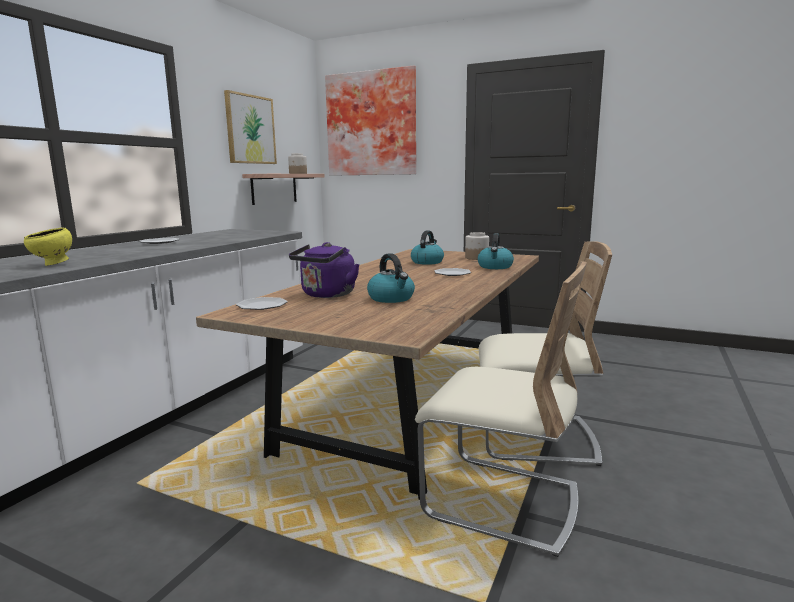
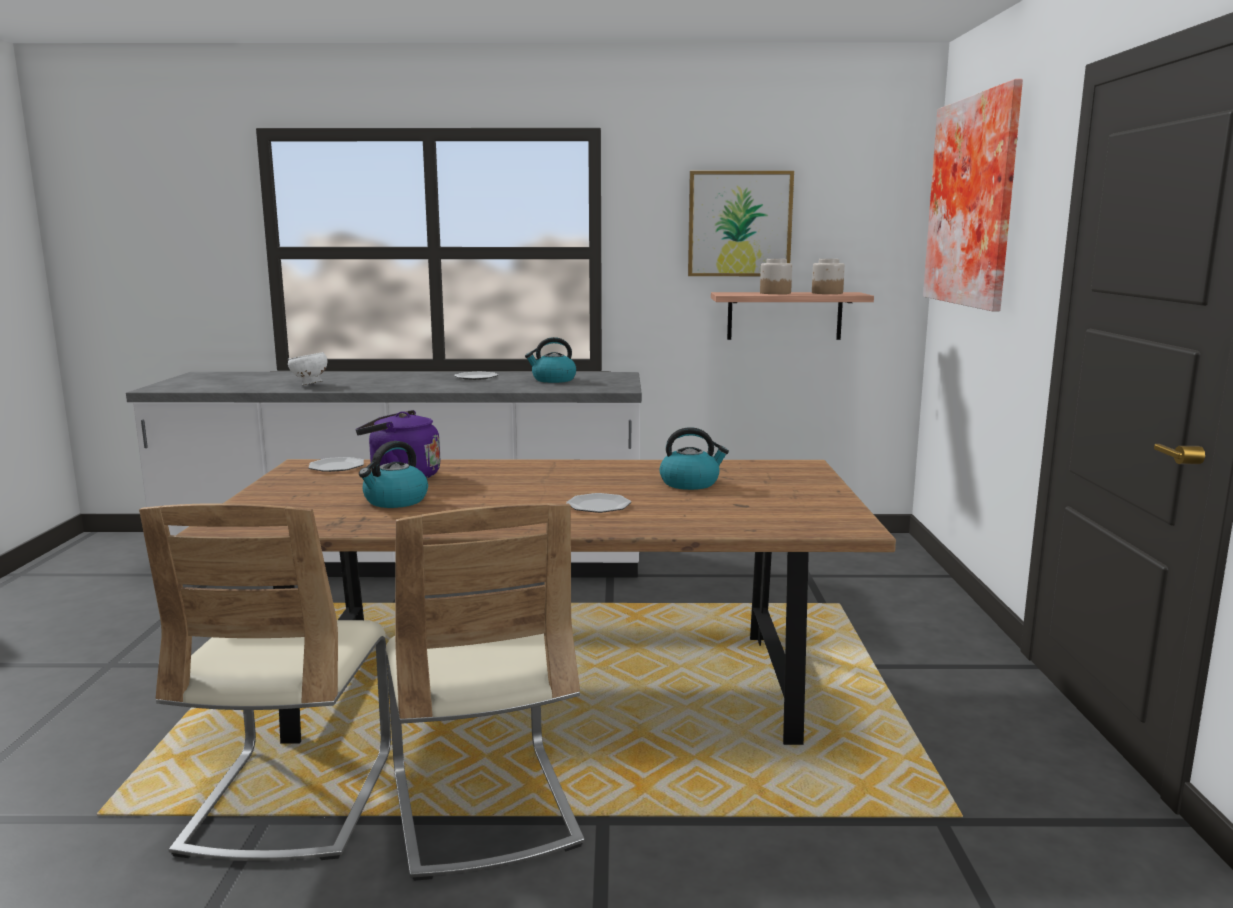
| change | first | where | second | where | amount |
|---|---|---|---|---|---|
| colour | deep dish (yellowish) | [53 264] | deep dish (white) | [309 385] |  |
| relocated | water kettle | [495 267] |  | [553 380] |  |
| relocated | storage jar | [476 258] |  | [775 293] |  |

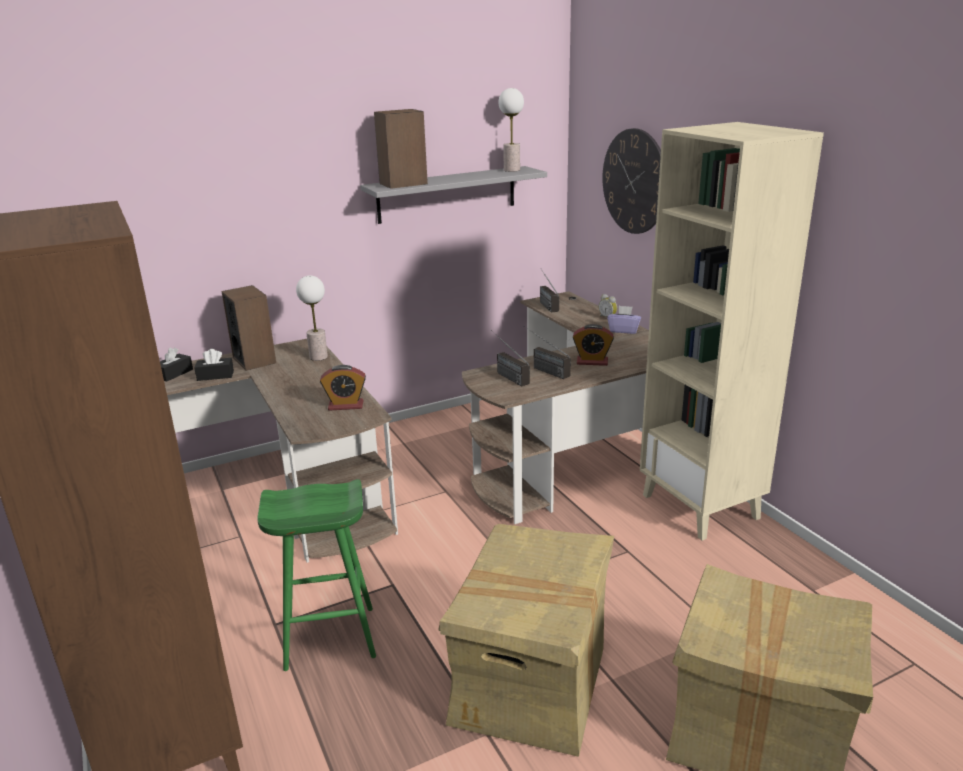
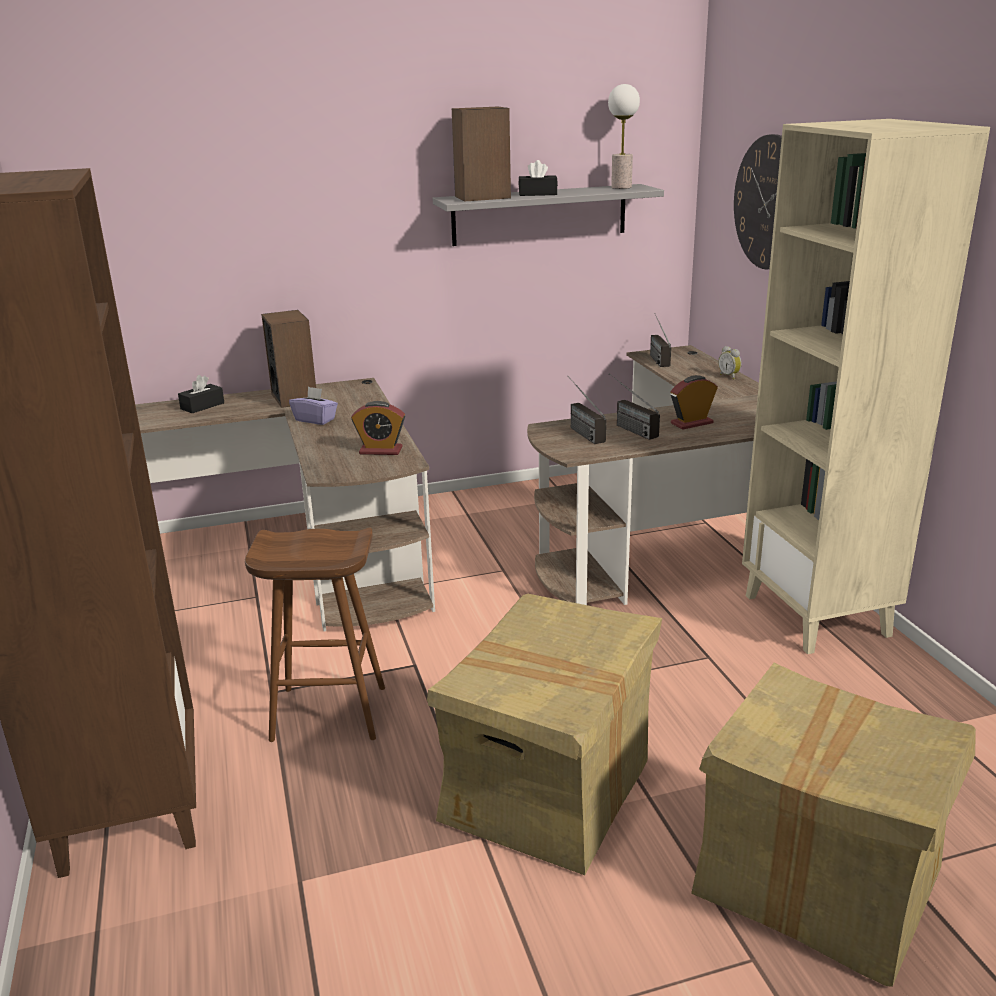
| change | first | where | second | where | amount |
|---|---|---|---|---|---|
| colour | sitting stool (green) | [328 639] | sitting stool (brownish) | [327 714] |  |
| relocated | box of tissues (purple) | [623 330] |  | [315 420] |  |
| relocated | box of tissues (blackish) | [215 375] |  | [537 194] |  |
| spun | alarm clock | [592 362] |  | [692 423] | 135 degrees clockwise |
| missing | tabletop lamp | [318 357] |  |  |  |

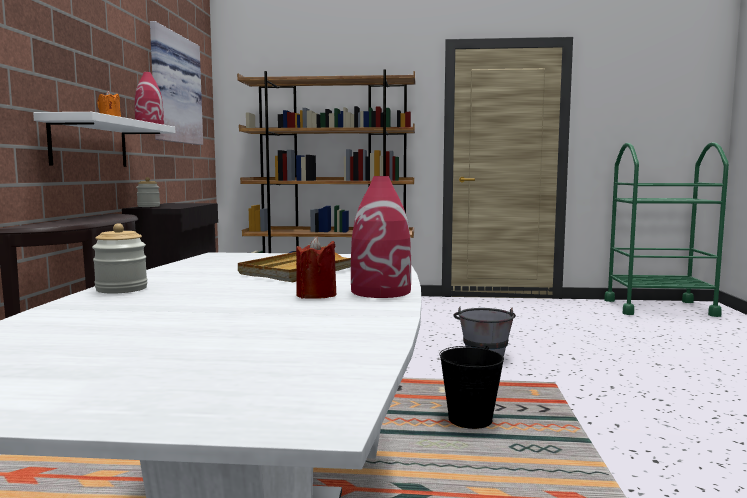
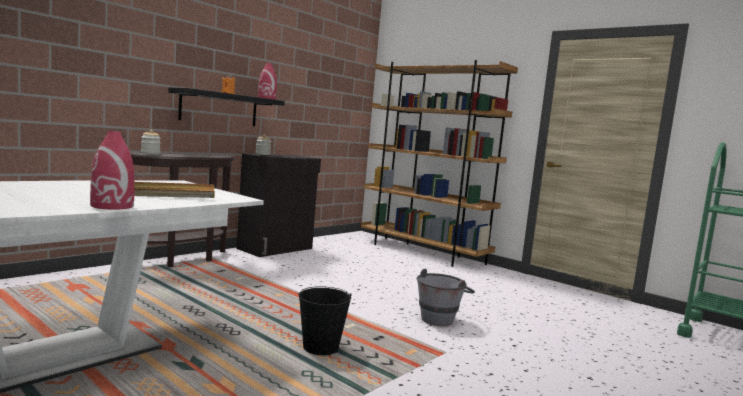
| change | first | where | second | where | amount |
|---|---|---|---|---|---|
| relocated | storage jar | [121 289] |  | [150 154] |  |
| colour | wall shelf (white) | [90 143] | wall shelf (blackish) | [219 108] |  |
| missing | wall art | [172 89] |  |  |  |
| missing | candle (reddish) | [316 295] |  |  |  |

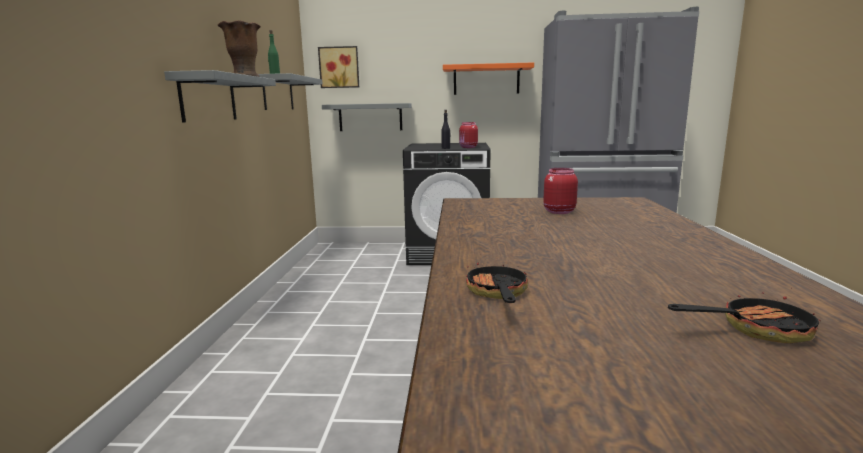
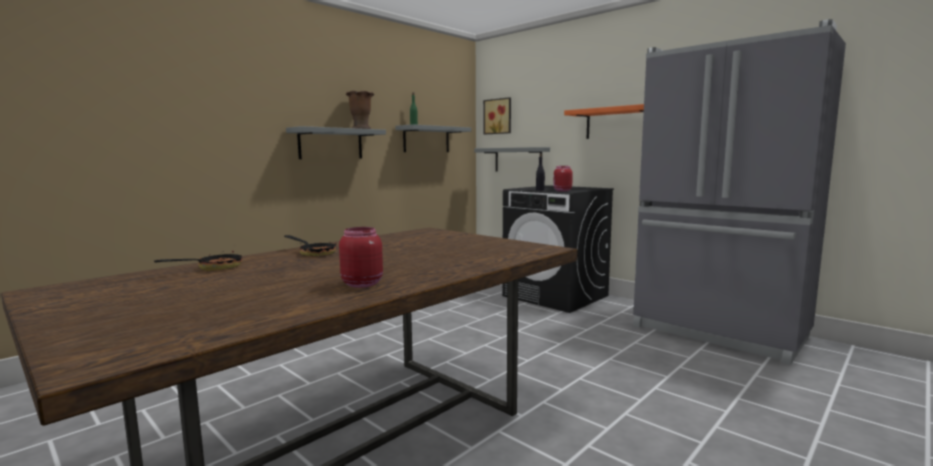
| change | first | where | second | where | amount |
|---|---|---|---|---|---|
| relocated | skillet | [754 329] |  | [314 253] |  |
| relocated | storage jar (reddish) | [558 211] |  | [362 283] |  |

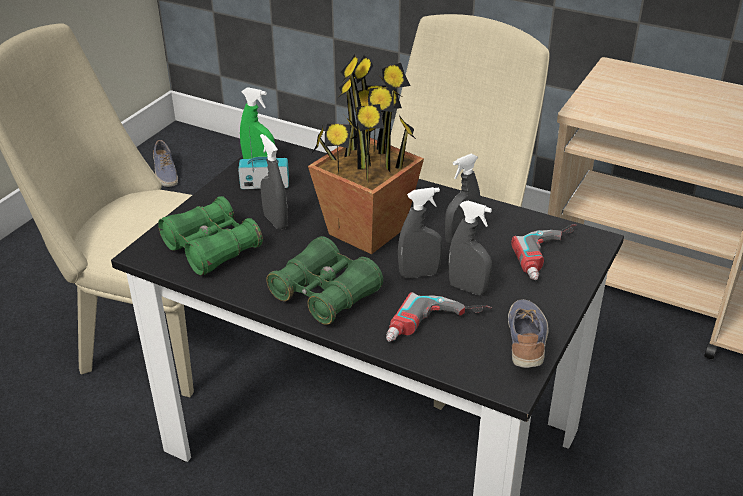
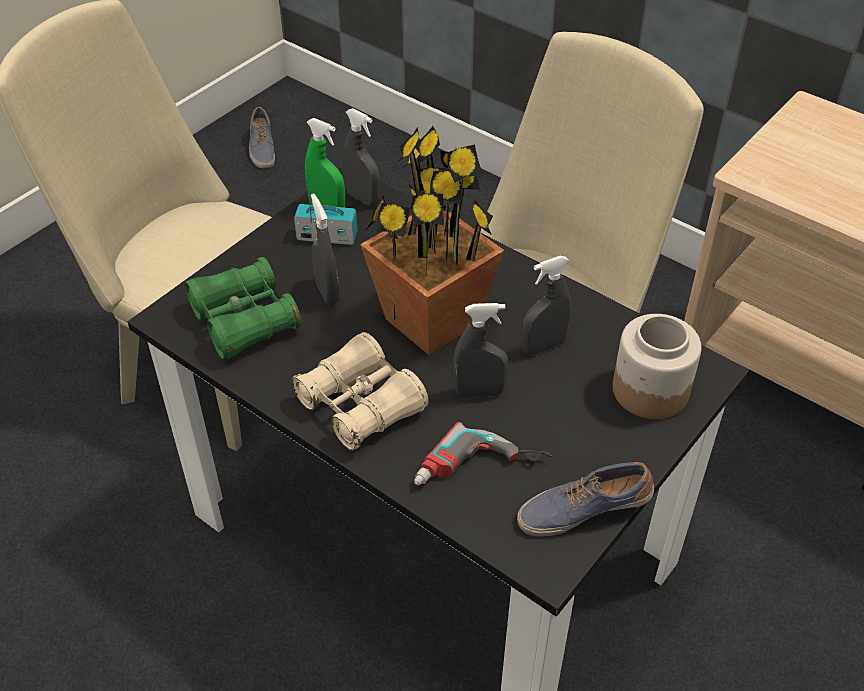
| change | first | where | second | where | amount |
|---|---|---|---|---|---|
| colour | pair of binoculars (green) | [325 294] | pair of binoculars (sand-coloured) | [360 405] |  |
| relocated | spray bottle (grey) | [468 288] |  | [362 198] |  |
| spun | shoe | [526 343] |  | [582 510] | 120 degrees counterclockwise |
| exchanged | electric drill | [552 257] | storage jar | [649 390] |  |

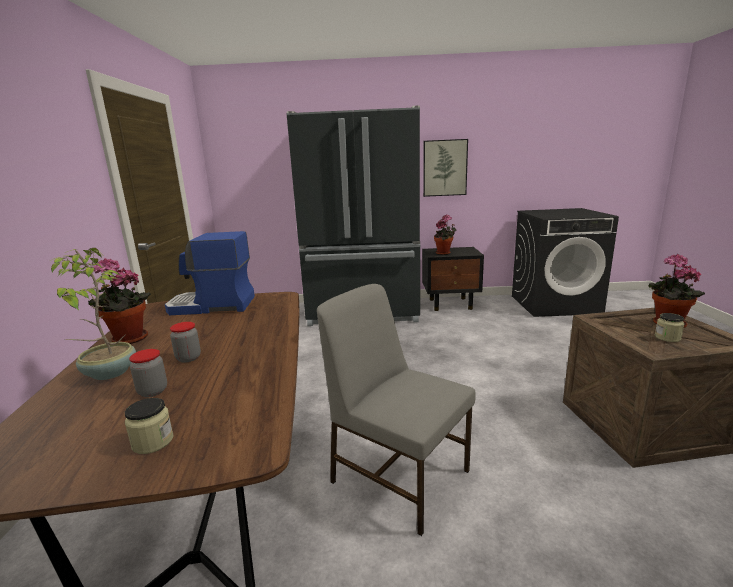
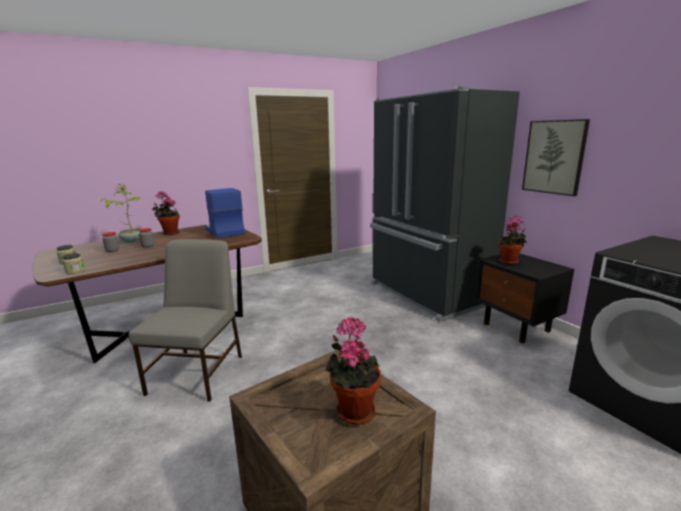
| change | first | where | second | where | amount |
|---|---|---|---|---|---|
| relocated | storage jar | [667 337] |  | [75 271] |  |

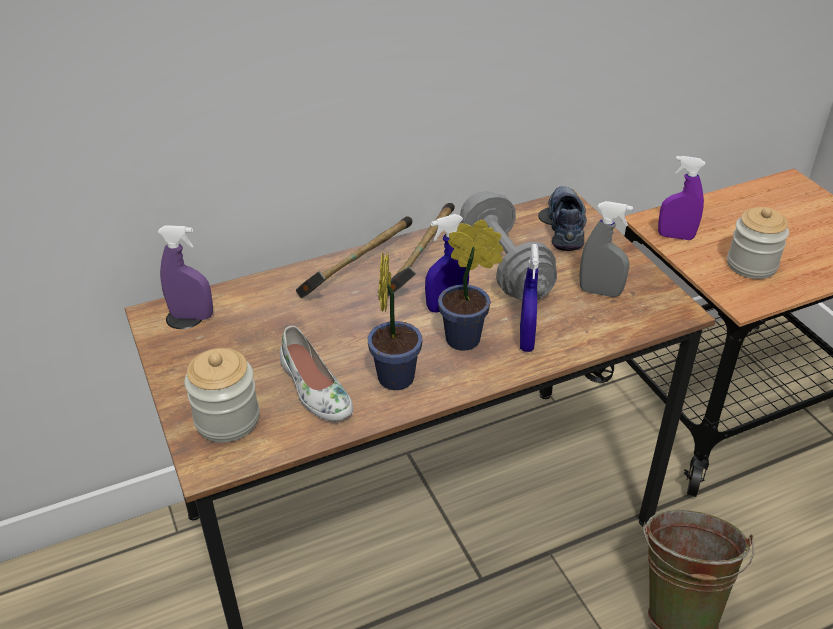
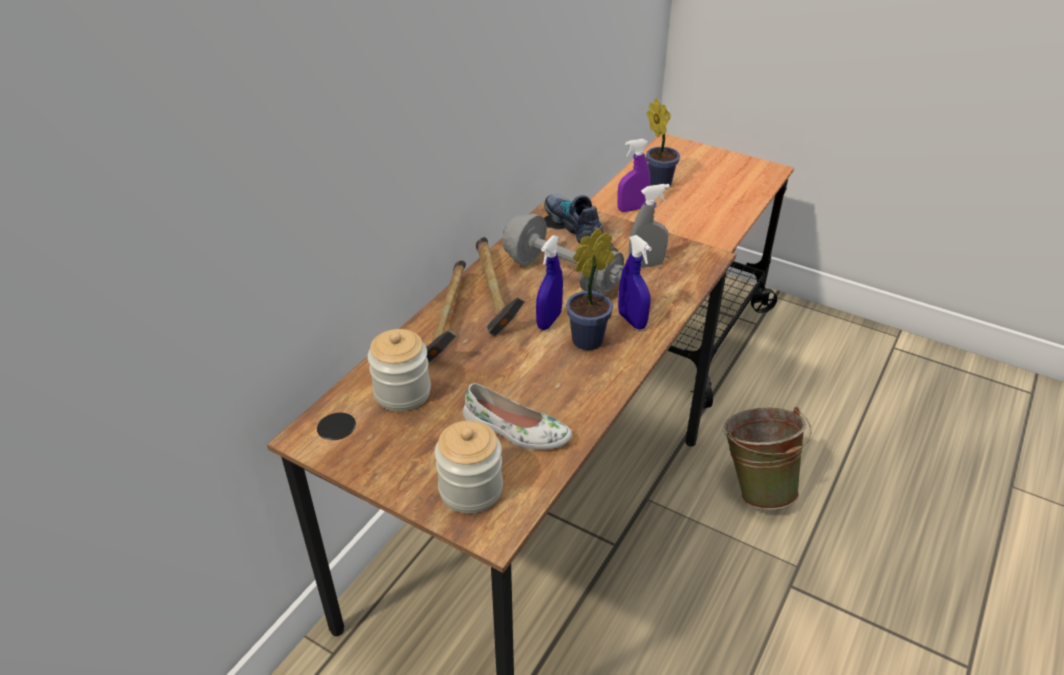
| change | first | where | second | where | amount |
|---|---|---|---|---|---|
| relocated | storage jar | [751 265] |  | [402 392] |  |
| relocated | potted plant | [396 374] |  | [658 182] |  |
| missing | spray bottle (purple) | [192 316] |  |  |  |

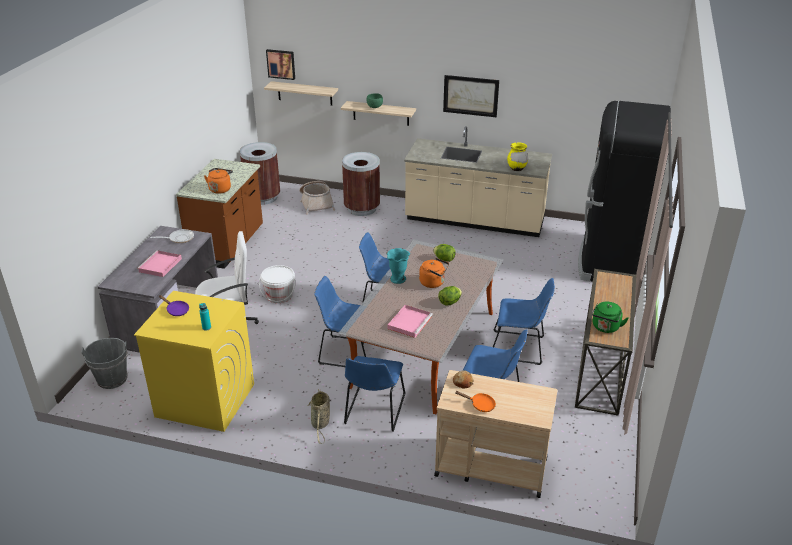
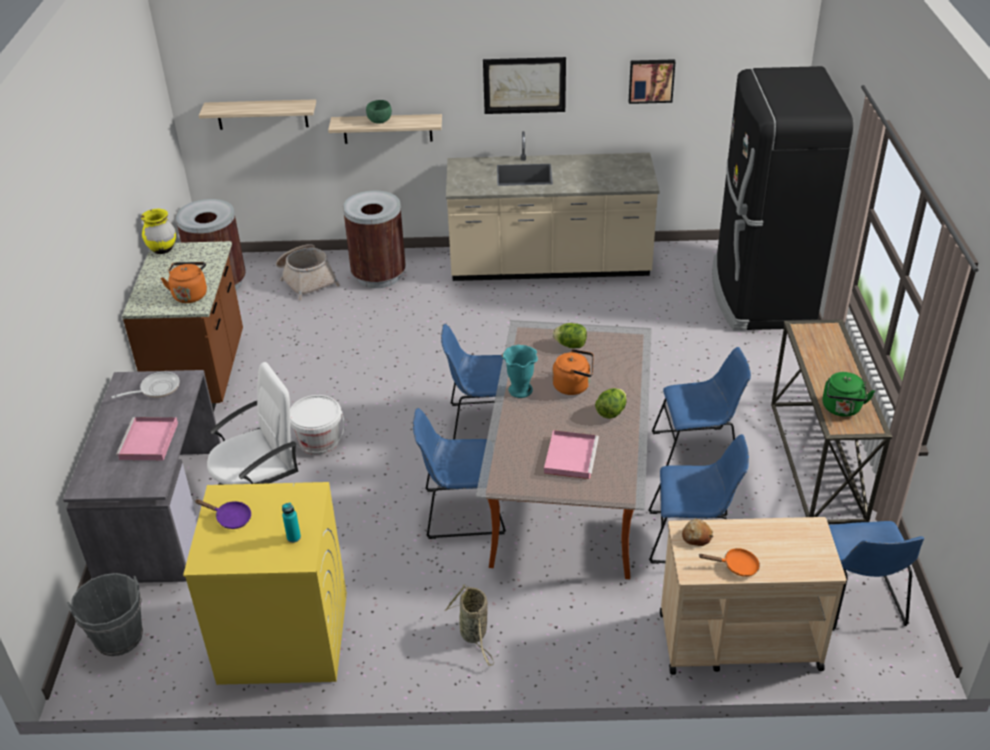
| change | first | where | second | where | amount |
|---|---|---|---|---|---|
| relocated | vase (yellowish) | [516 169] |  | [162 249] |  |
| relocated | wall art | [281 64] |  | [651 80] |  |
| relocated | chair (bluish) | [374 411] |  | [857 600] |  |

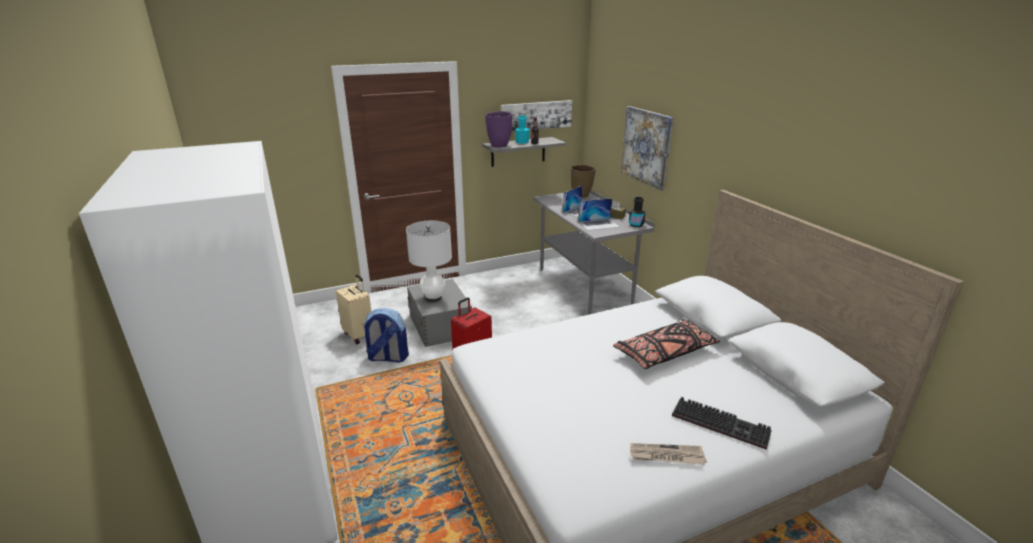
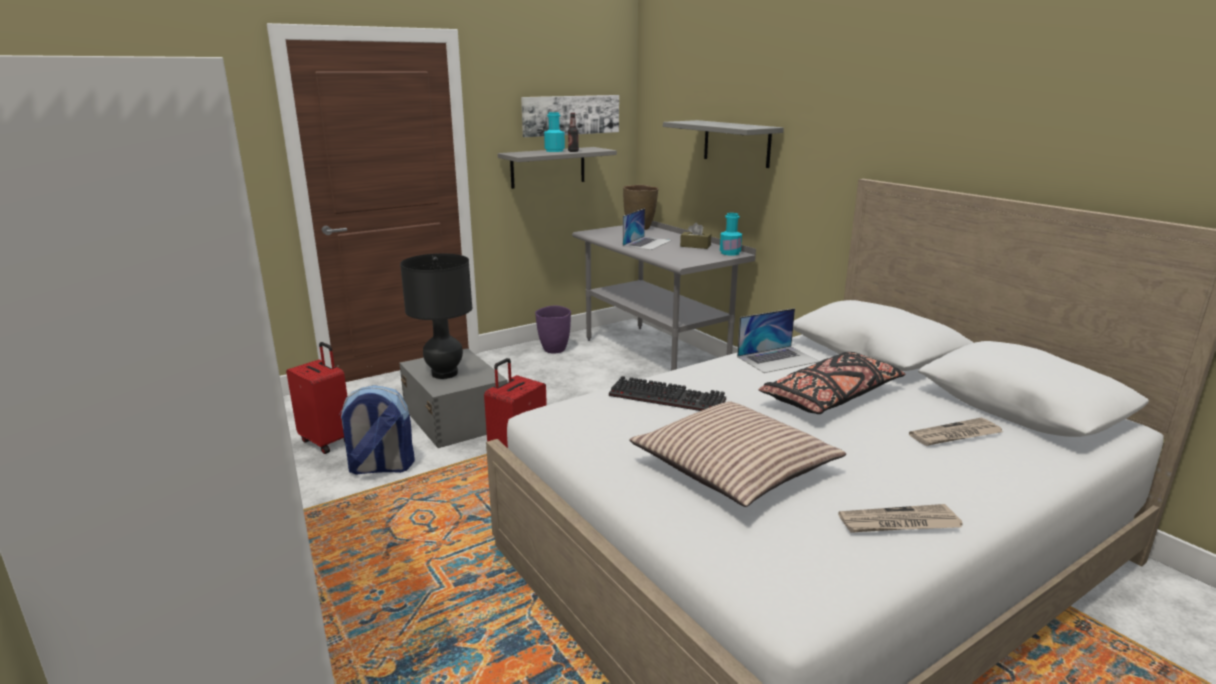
| change | first | where | second | where | amount |
|---|---|---|---|---|---|
| colour | suitcase (sand-coloured) | [359 335] | suitcase (reddish) | [328 441] |  |
| colour | tabletop lamp (white) | [433 298] | tabletop lamp (blackish) | [445 373] |  |
| relocated | vase (purple) | [499 145] |  | [554 350] |  |
| relocated | PC keyboard | [722 423] |  | [669 397] |  |
| appeared |  |  | throw pillow | [734 468] |  |
| exchanged | wall art | [646 147] | wall shelf (grey) | [736 143] |  |
| colour | beverage bottle (blackish) | [636 224] | beverage bottle (blue-green) | [730 253] |  |
| relocated | notebook computer | [599 224] |  | [778 359] |  |
| appeared |  |  | newspaper | [955 435] |  |

